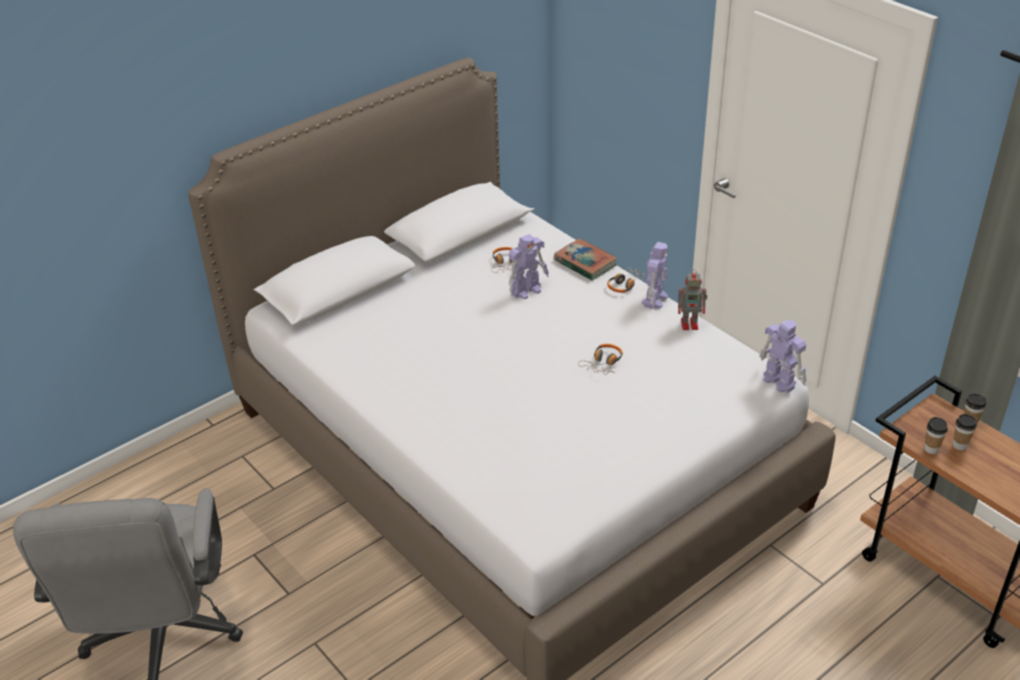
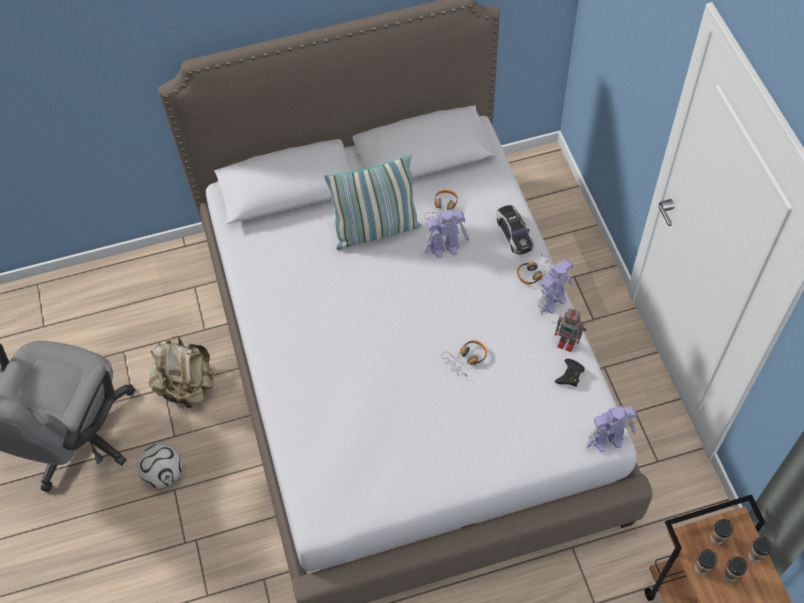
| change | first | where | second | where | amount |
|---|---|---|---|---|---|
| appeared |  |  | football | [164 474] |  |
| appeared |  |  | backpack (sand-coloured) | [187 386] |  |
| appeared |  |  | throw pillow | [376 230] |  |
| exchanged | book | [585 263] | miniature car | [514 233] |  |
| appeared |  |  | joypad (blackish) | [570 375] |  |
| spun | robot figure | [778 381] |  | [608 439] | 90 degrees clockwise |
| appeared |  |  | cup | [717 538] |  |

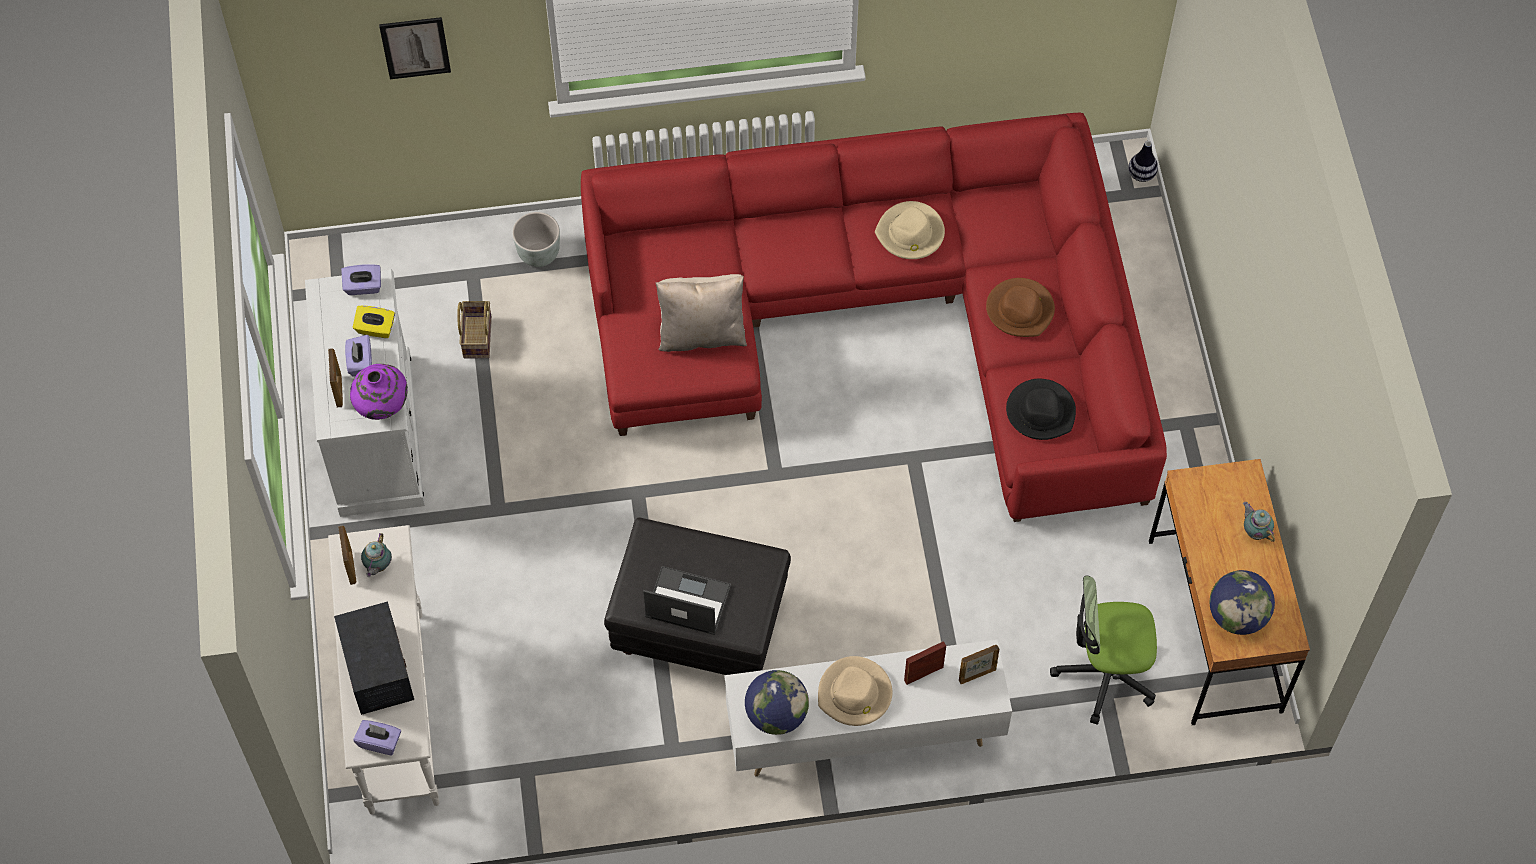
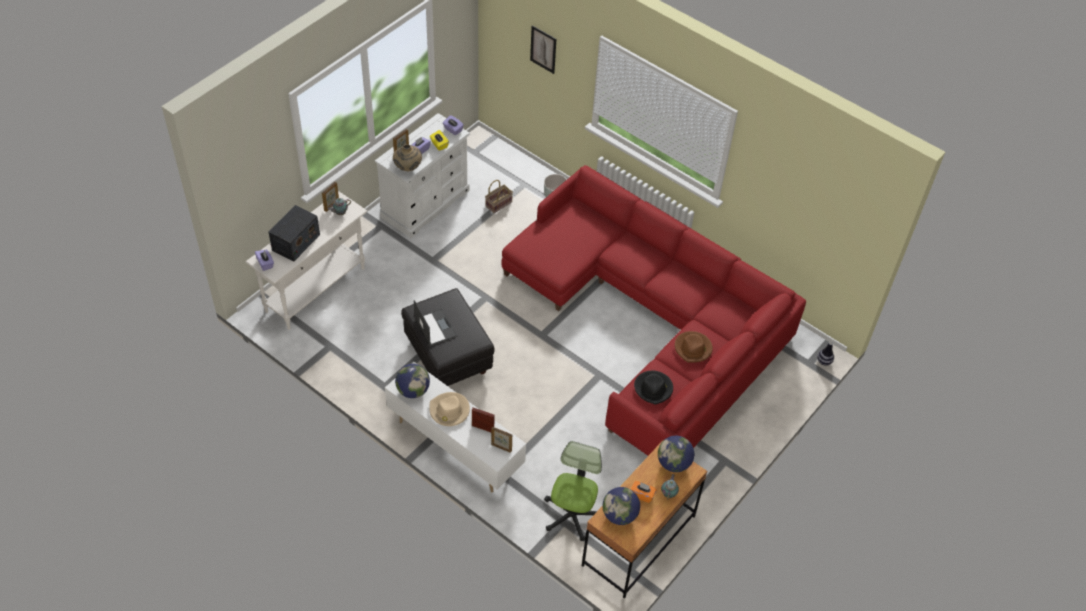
| change | first | where | second | where | amount |
|---|---|---|---|---|---|
| colour | vase (purple) | [382 407] | vase (sand-coloured) | [408 169] |  |
| spun | desk chair | [1105 673] |  | [572 514] | 60 degrees clockwise |
| appeared |  |  | box of tissues (orangey) | [642 495] |  |
| appeared |  |  | globe | [673 463] |  |
| missing | throw pillow (sand-coloured) | [702 334] |  |  |  |
| missing | hat (sand-coloured) | [910 233] |  |  |  |

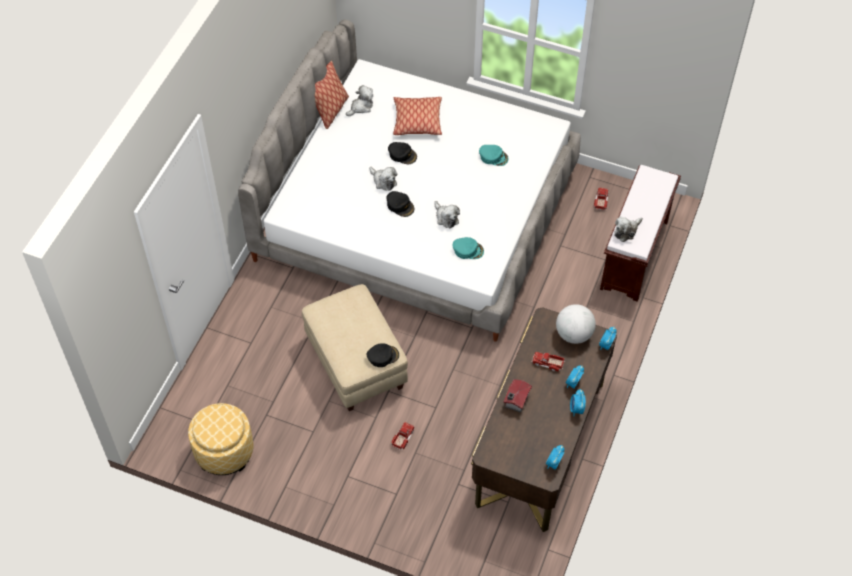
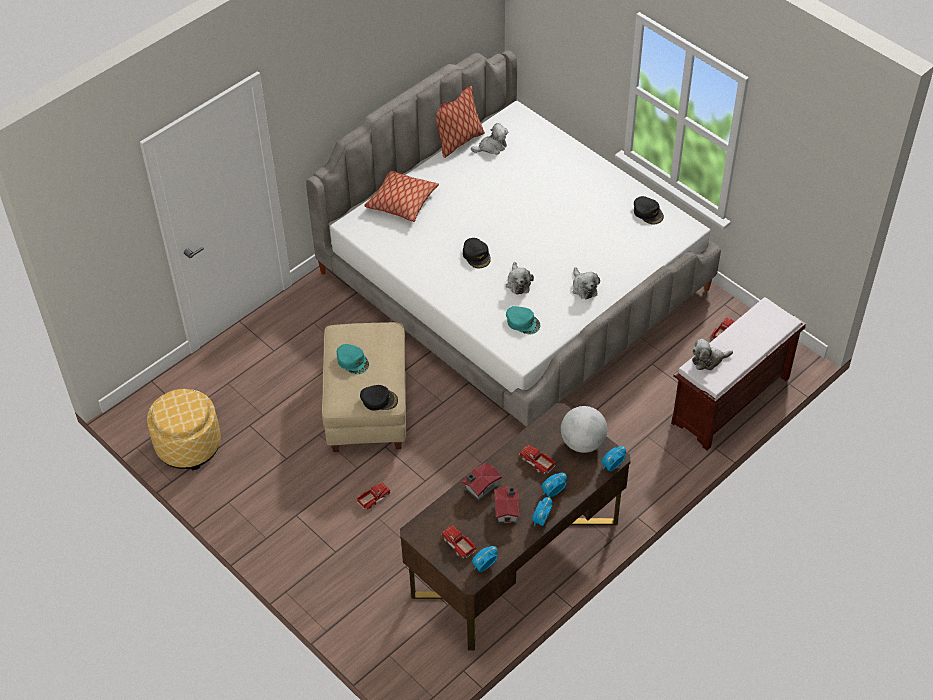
| change | first | where | second | where | amount |
|---|---|---|---|---|---|
| relocated | baseball cap (blue-green) | [493 157] |  | [353 361] |  |
| relocated | throw pillow | [417 121] |  | [401 201] |  |
| appeared |  |  | model truck | [458 544] |  |
| appeared |  |  | toy house | [507 510] |  |
| relocated | cuddly toy | [383 181] |  | [584 287] |  |
| relocated | baseball cap (blackish) | [402 155] |  | [648 212] |  |

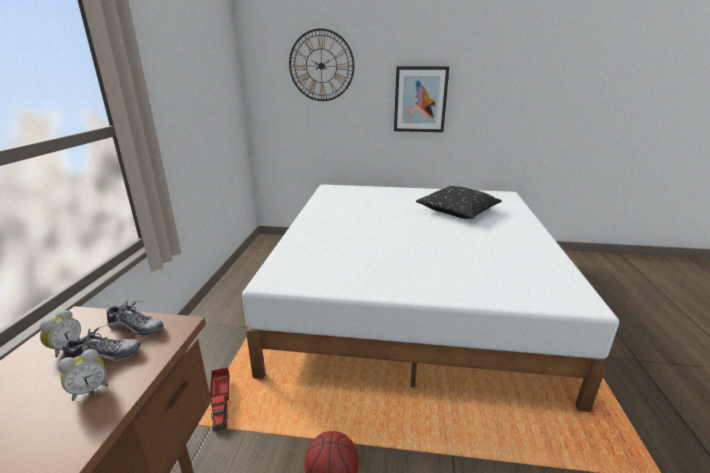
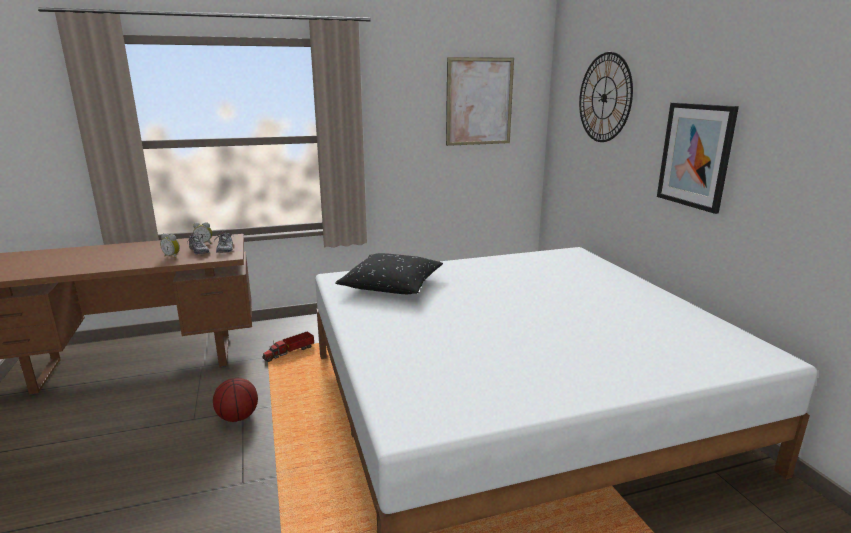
| change | first | where | second | where | amount |
|---|---|---|---|---|---|
| relocated | throw pillow (blackish) | [458 210] |  | [391 285] |  |
| appeared |  |  | wall art | [479 102] |  |

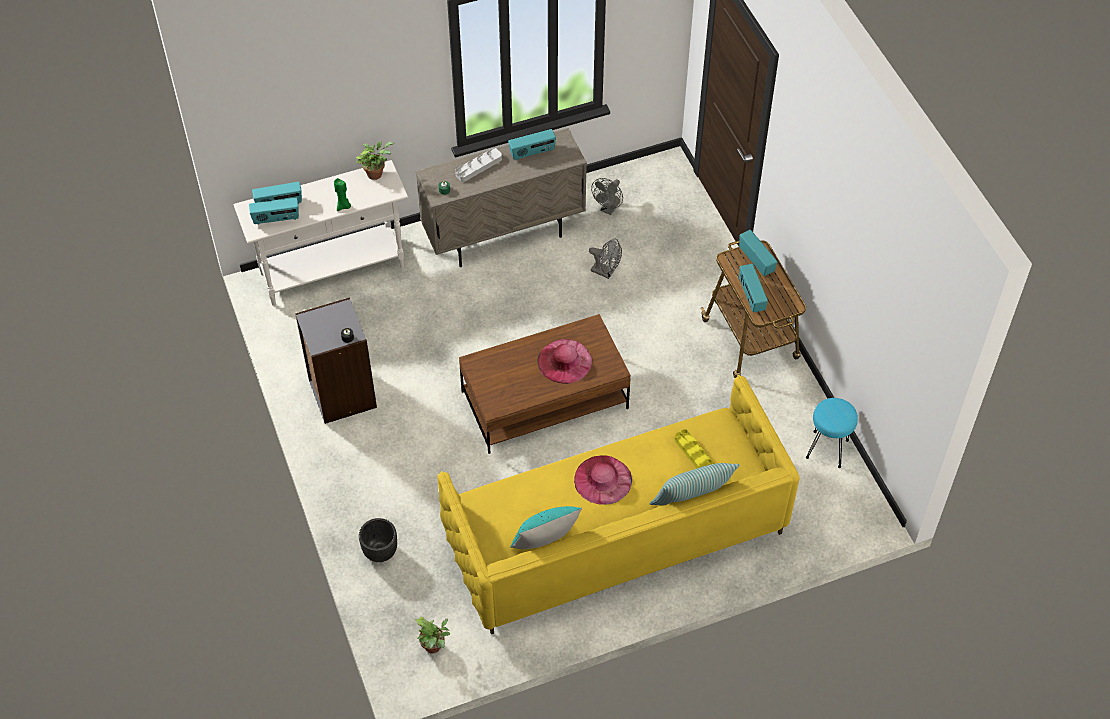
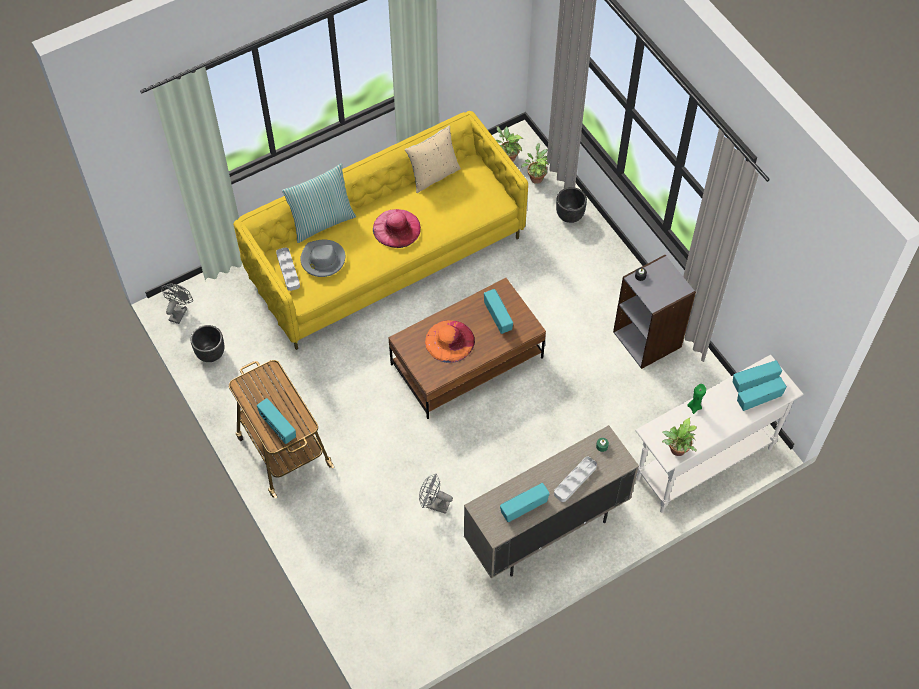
| change | first | where | second | where | amount |
|---|---|---|---|---|---|
| relocated | fan (grey) | [608 209] |  | [179 312] |  |
| exchanged | sitting stool (blue-green) | [828 449] | plant pot (blackish) | [210 354] |  |
| appeared |  |  | carrying tray (grey) | [288 270] |  |
| exchanged | carrying tray (yellowish) | [695 455] | hat (grey) | [322 260] |  |
| colour | throw pillow (blue-green) | [545 544] | throw pillow (sand-coloured) | [433 175] |  |
| colour | hat (pink) | [564 361] | hat (orangey) | [449 341] |  |
| relocated | radio | [751 296] |  | [498 317] |  |
| appeared |  |  | potted plant | [535 177] |  |

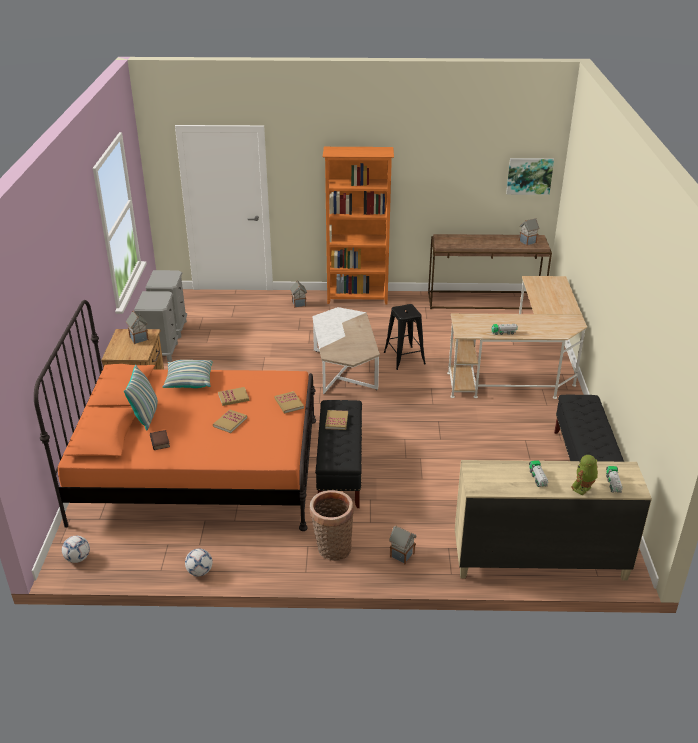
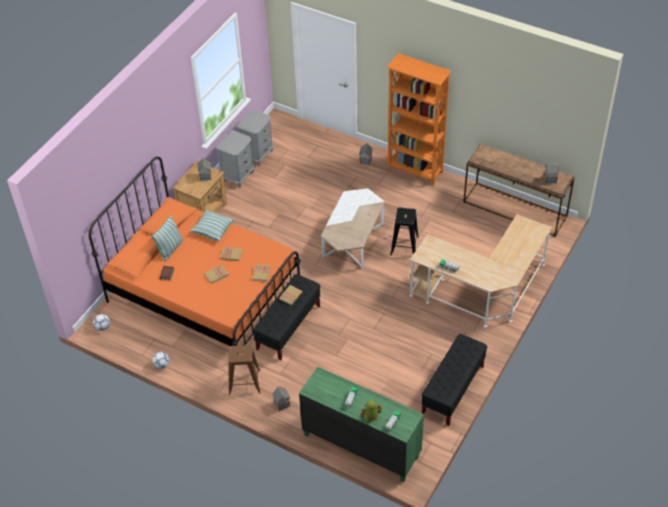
| change | first | where | second | where | amount |
|---|---|---|---|---|---|
| exchanged | household basket | [332 548] | sitting stool (brownish) | [244 382] |  |
| colour | dresser (sand-coloured) | [538 560] | dresser (green) | [361 445] |  |
| missing | wall art | [529 176] |  |  |  |

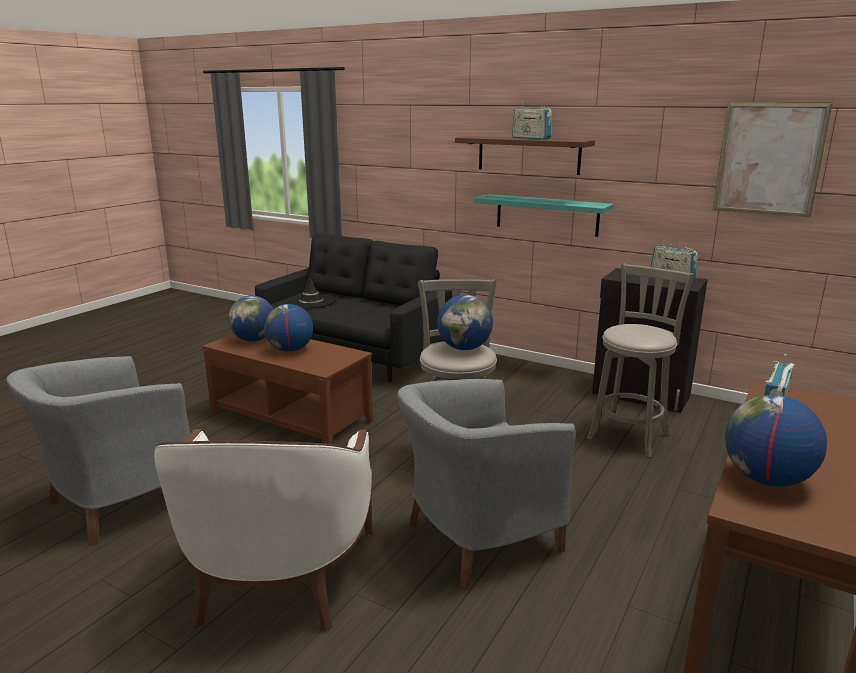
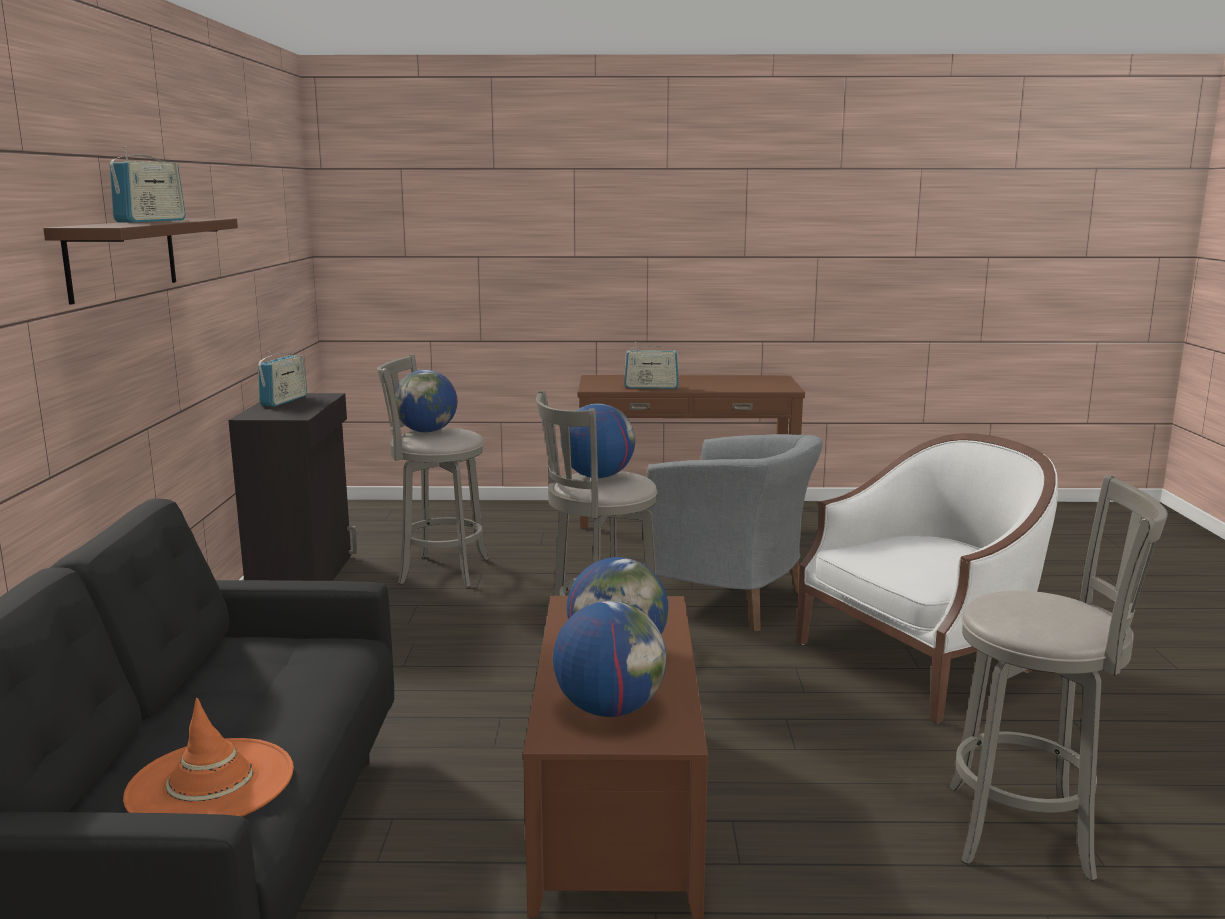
| change | first | where | second | where | amount |
|---|---|---|---|---|---|
| colour | hat (blackish) | [311 301] | hat (orangey) | [211 783] |  |
| relocated | globe | [766 479] |  | [427 431] |  |
| exchanged | easy chair (grey) | [117 502] | sitting stool (grey) | [1028 832] |  |
| missing | wall shelf (blue-green) | [546 215] |  |  |  |
| missing | wall art | [769 159] |  |  |  |

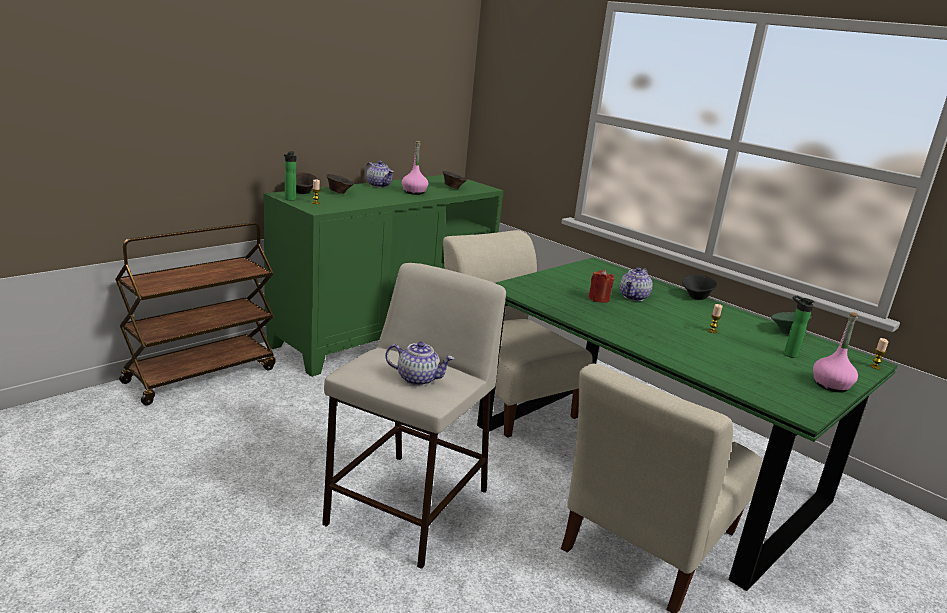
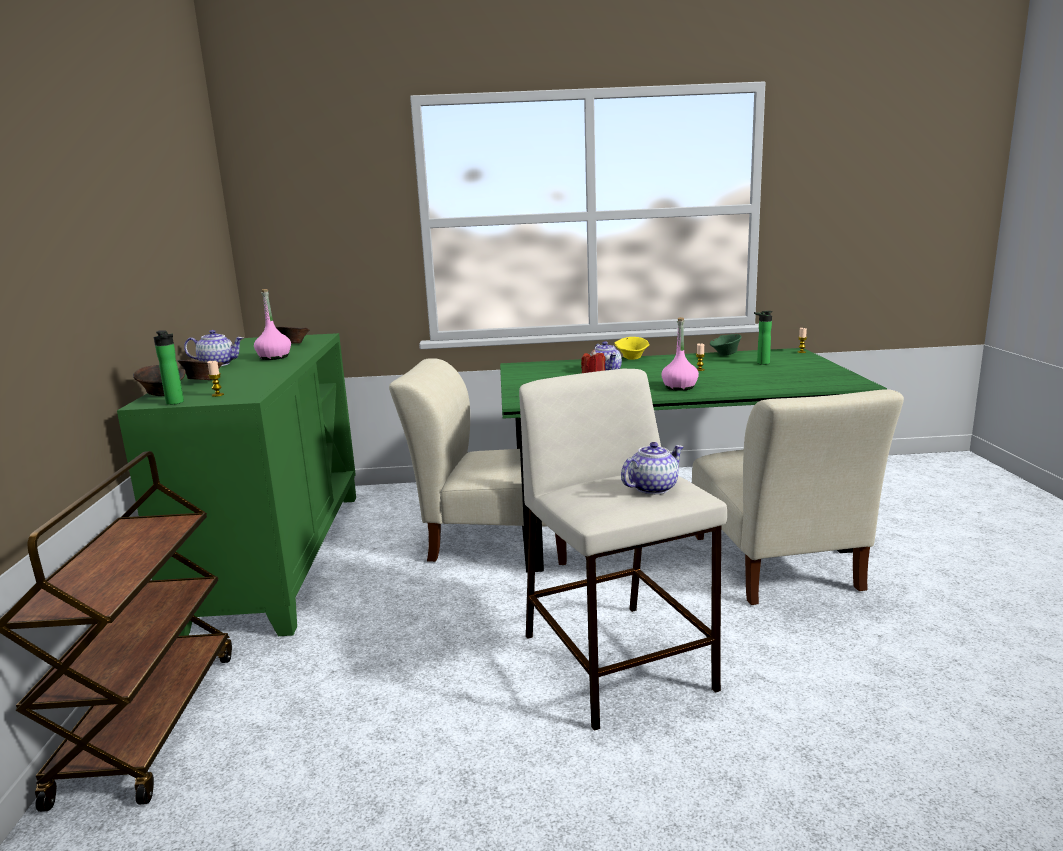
| change | first | where | second | where | amount |
|---|---|---|---|---|---|
| colour | deep dish (blackish) | [696 297] | deep dish (yellowish) | [632 358] |  |
| relocated | beverage bottle (pink) | [831 385] |  | [679 387] |  |

